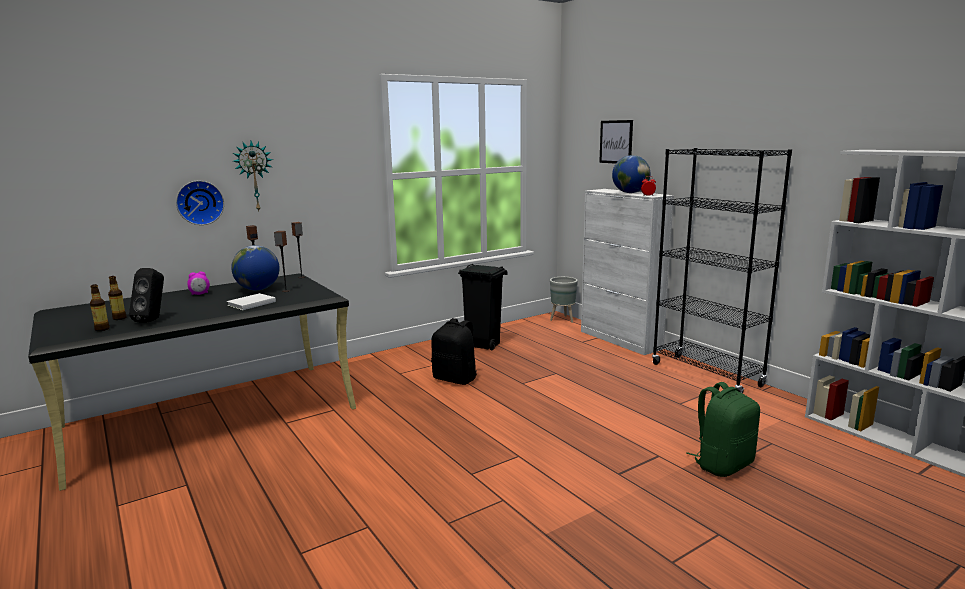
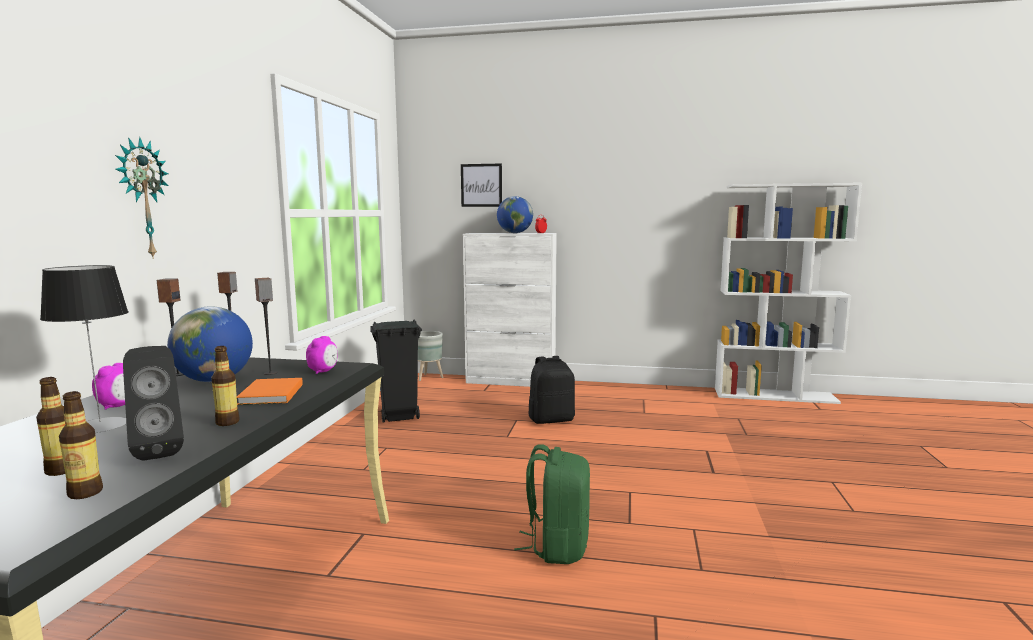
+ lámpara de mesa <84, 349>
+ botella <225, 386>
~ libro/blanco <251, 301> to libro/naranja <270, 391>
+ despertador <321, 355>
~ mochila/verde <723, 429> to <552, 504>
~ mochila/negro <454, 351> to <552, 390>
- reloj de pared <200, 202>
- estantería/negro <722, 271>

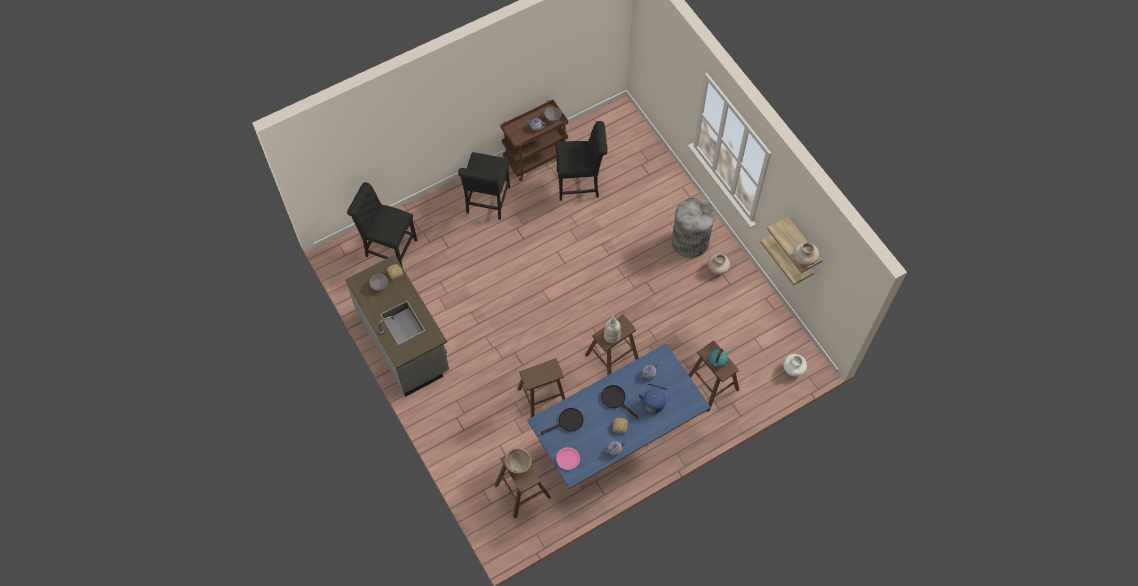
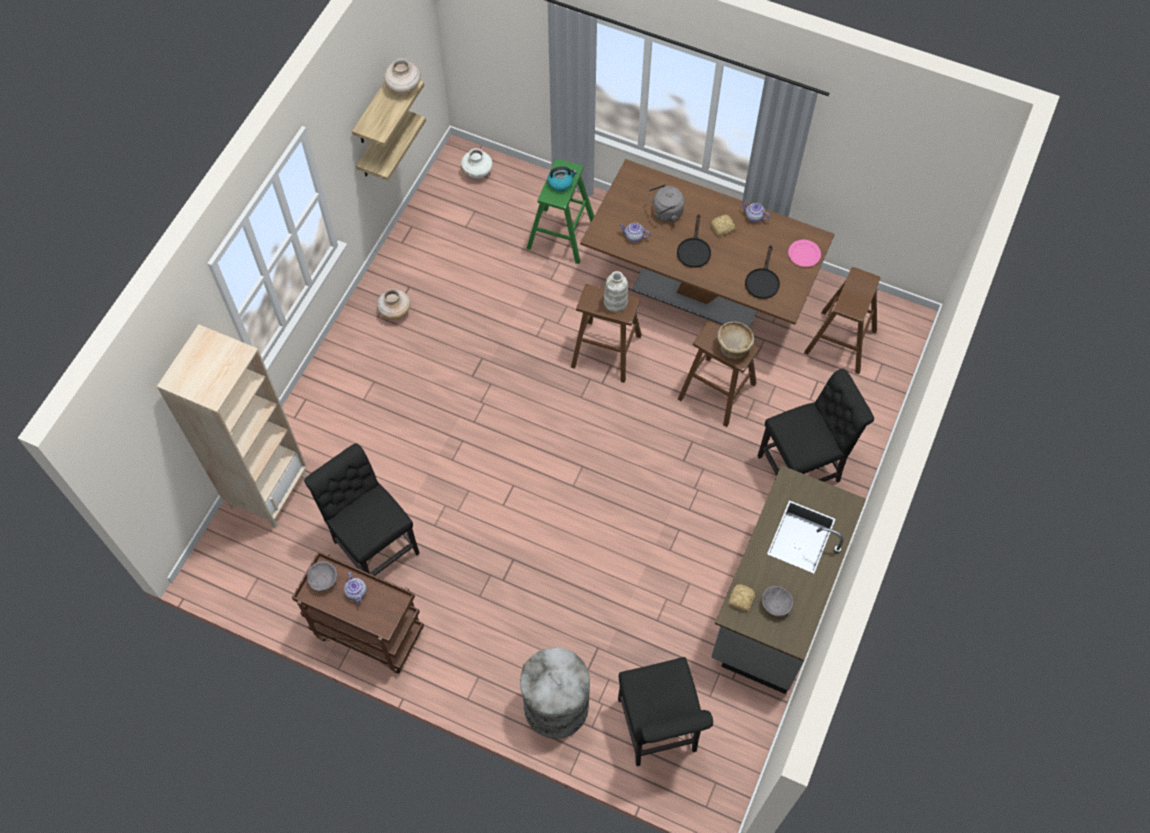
+ estantería/beis <232, 426>
~ papelera/gris <693, 228> to <555, 692>
~ taburete/marrón <714, 376> to taburete/verde <560, 211>
~ mesa de comedor/azul <619, 416> to mesa de comedor/marrón <707, 243>
~ hervidor/azul <653, 398> to hervidor/gris <667, 203>
~ cuenco/beis <518, 461> to <735, 340>
~ sartén/negro <562, 421> = <762, 272> 105 degrees counterclockwise
~ silla/negro <484, 186> to <816, 426>

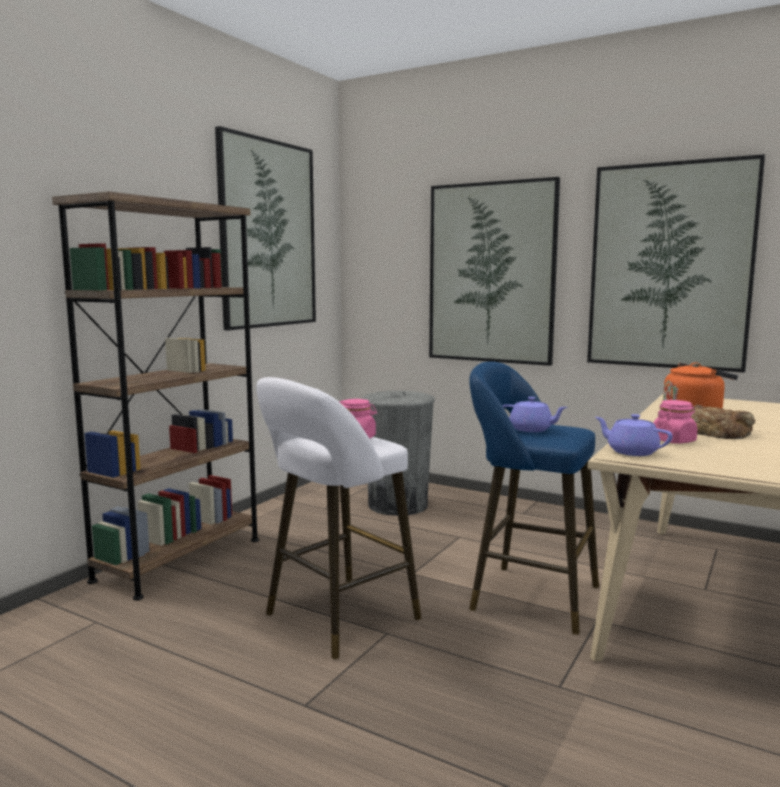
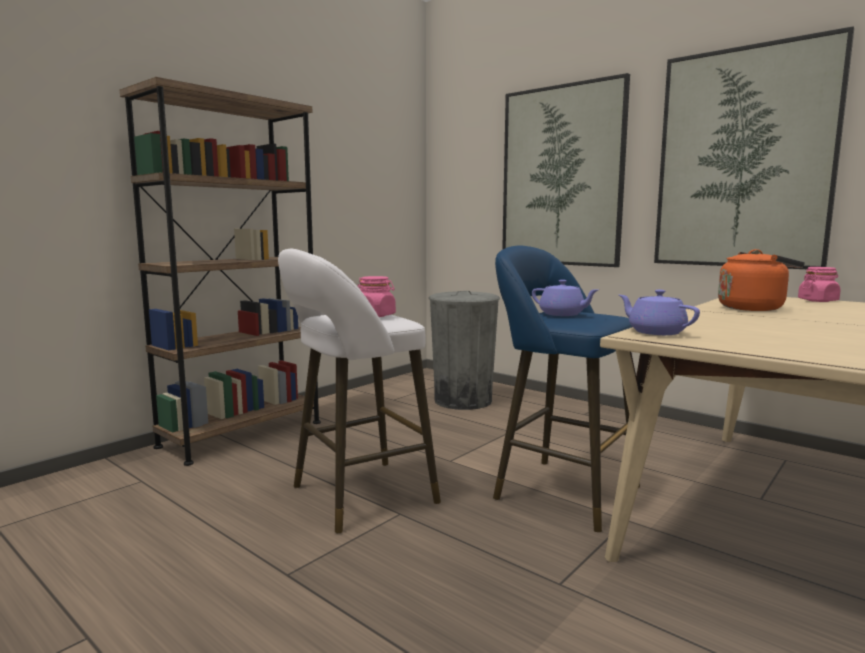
~ tarro/rosa <675, 422> to <819, 284>
- cuadro <265, 228>
- pan <723, 422>

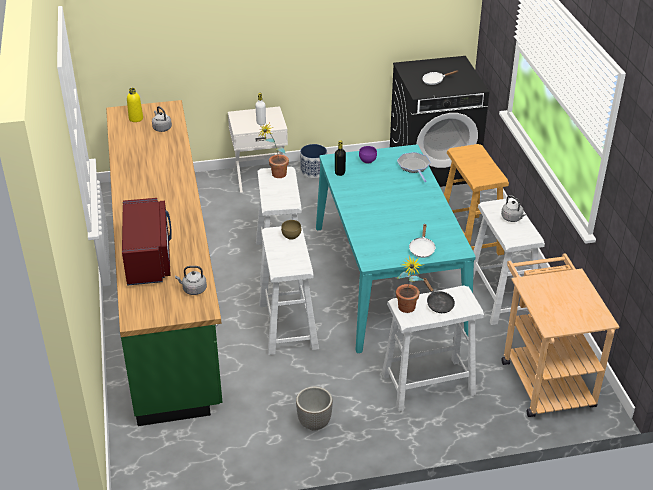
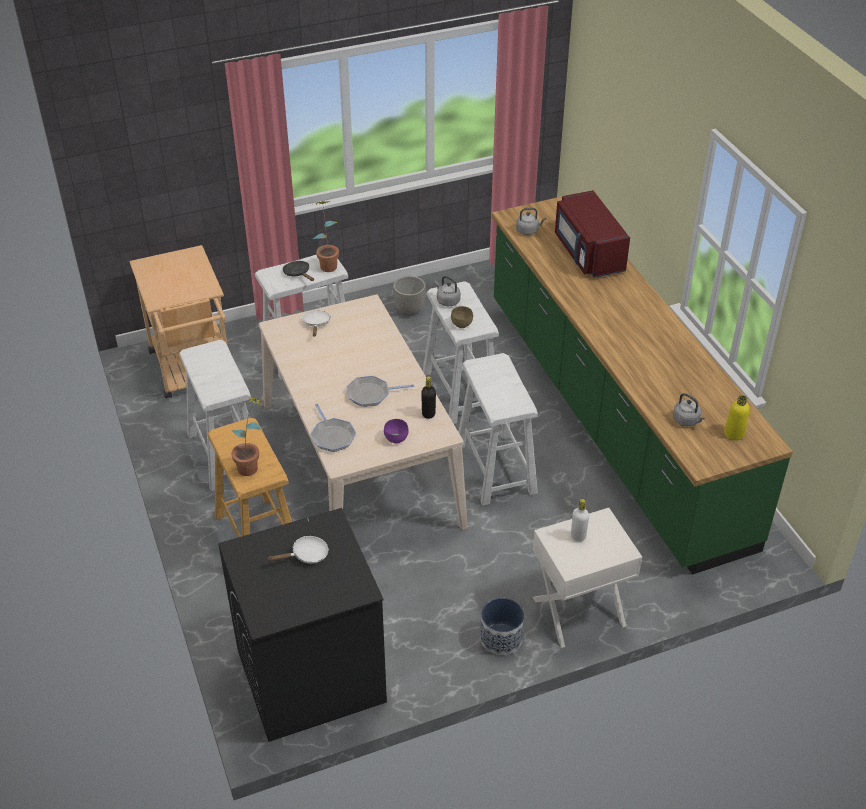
~ planta en maceta <274, 150> to <248, 436>
~ mesa de comedor/turquesa <396, 248> to mesa de comedor/beis <363, 412>
+ sartén <380, 391>
~ hervidor/gris <513, 208> to <448, 291>

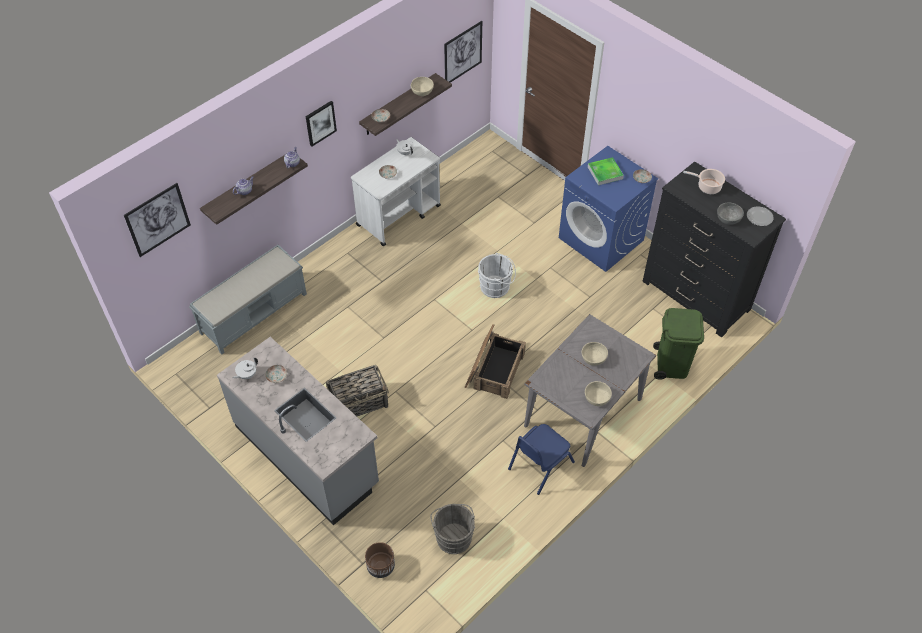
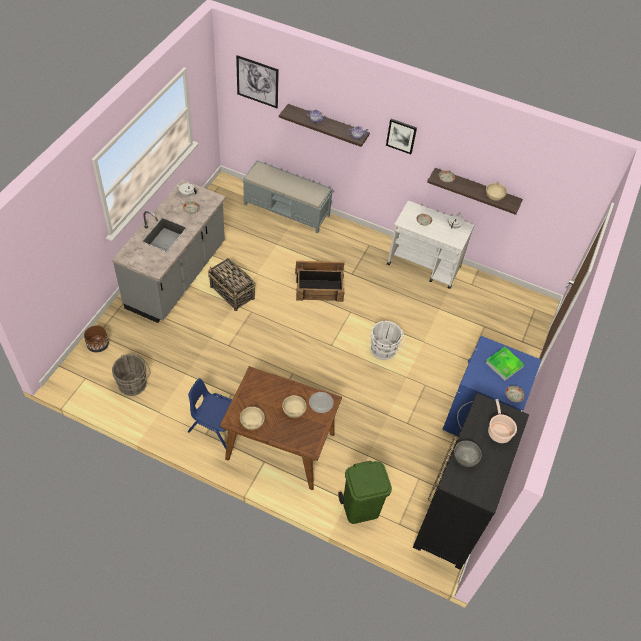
~ mesa de comedor/gris <590, 390> to mesa de comedor/marrón <281, 428>
~ caja de embalaje <495, 361> to <320, 281>
~ plato <760, 216> to <321, 402>
- cuadro <463, 52>

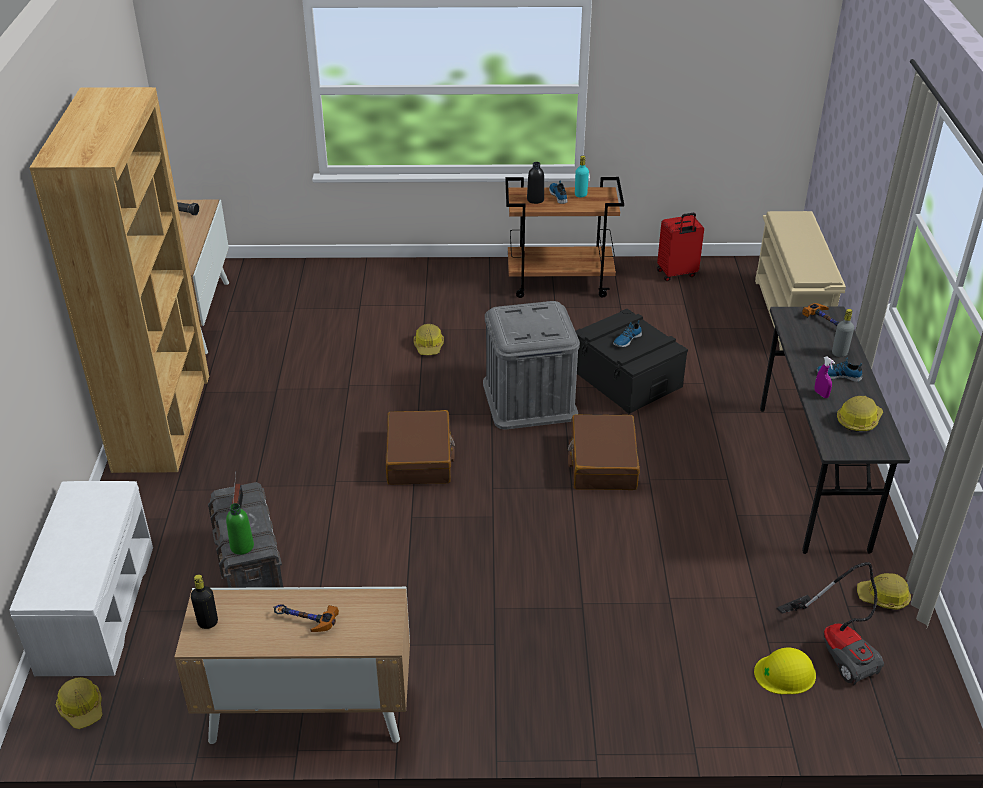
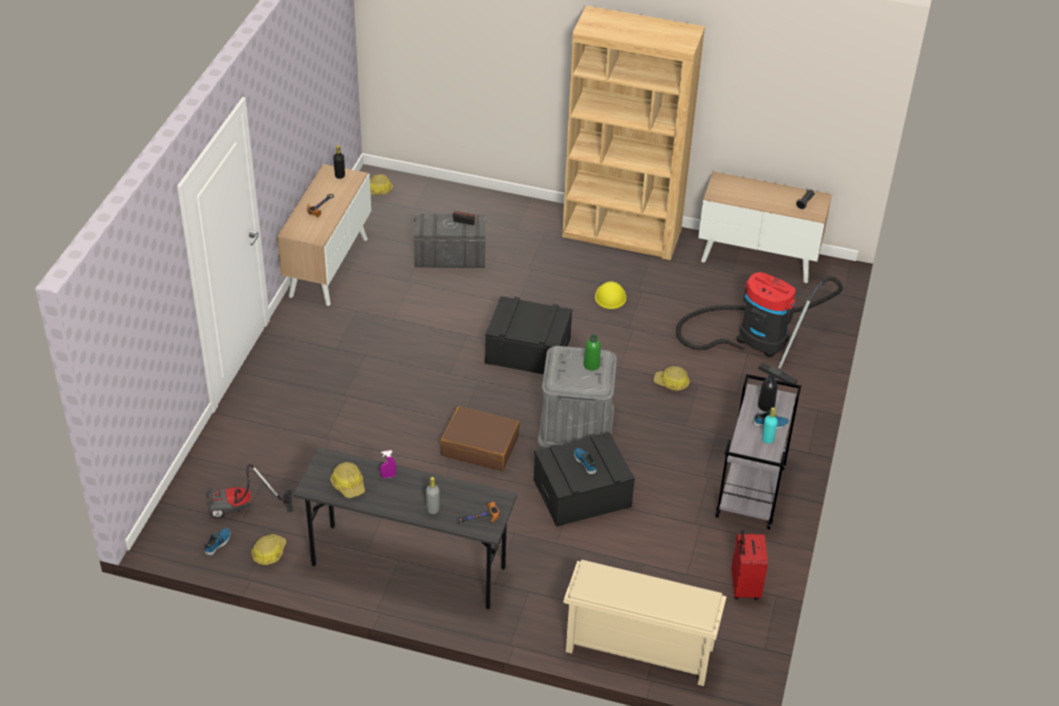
~ zapato <839, 369> to <217, 542>
~ maleta/marrón <420, 447> to caja de almacenaje/negro <529, 335>
~ botella/verde <240, 529> to <592, 352>
~ casco/amarillo <785, 670> to <610, 295>
+ aspiradora <759, 328>
~ carrito/marrón <564, 237> to carrito/gris <758, 452>
- banco/blanco <81, 578>

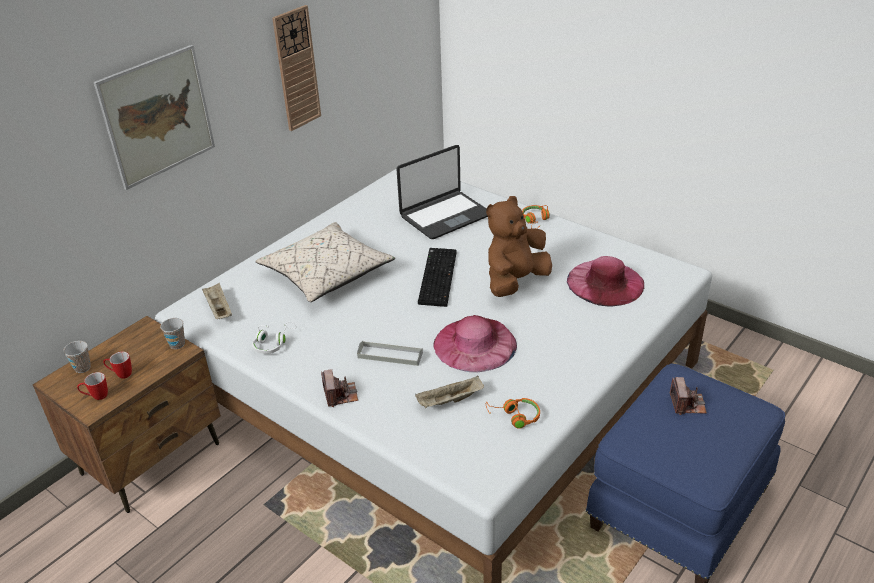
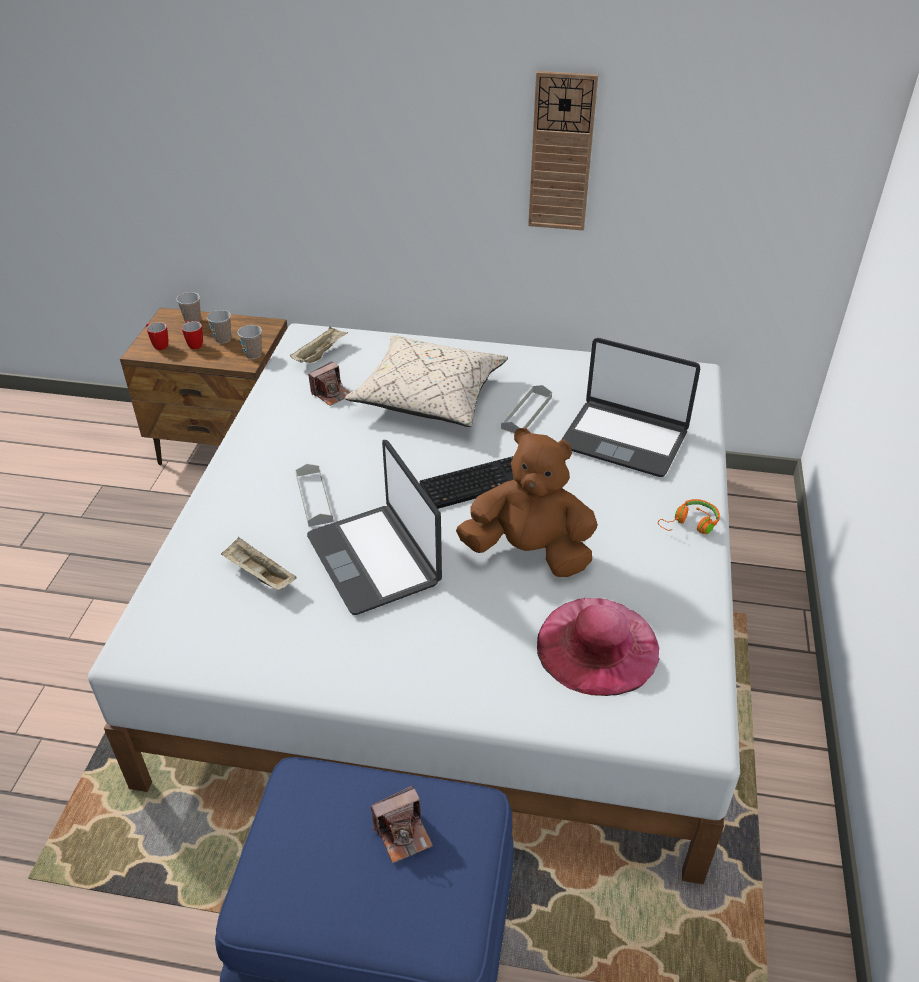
+ taza <219, 327>
~ sombrero/rosa <475, 343> to portátil <374, 527>
~ cámara <339, 388> to <329, 383>
+ bandeja/gris <526, 409>
- cuadro <154, 117>
- auriculares/blanco <274, 338>
- auriculares/naranja <513, 413>

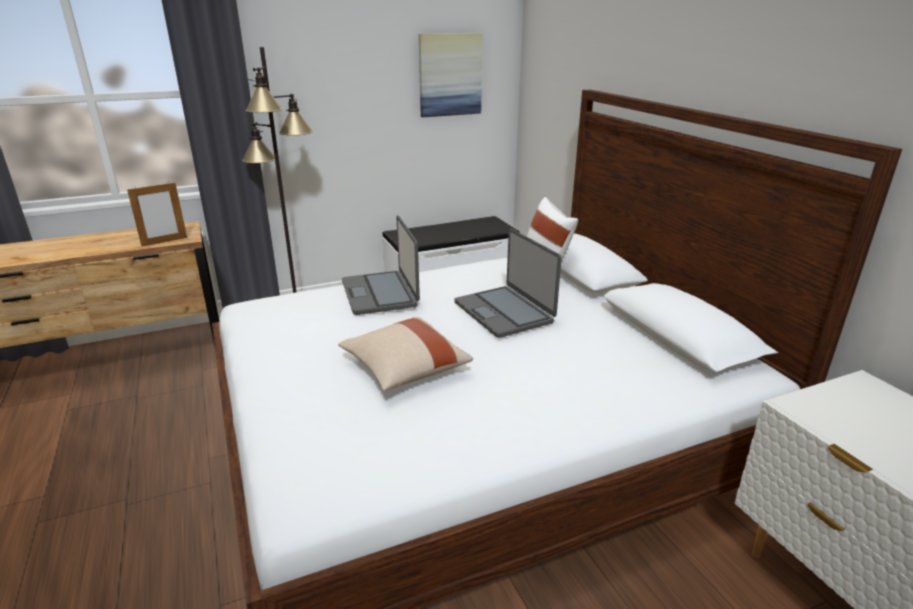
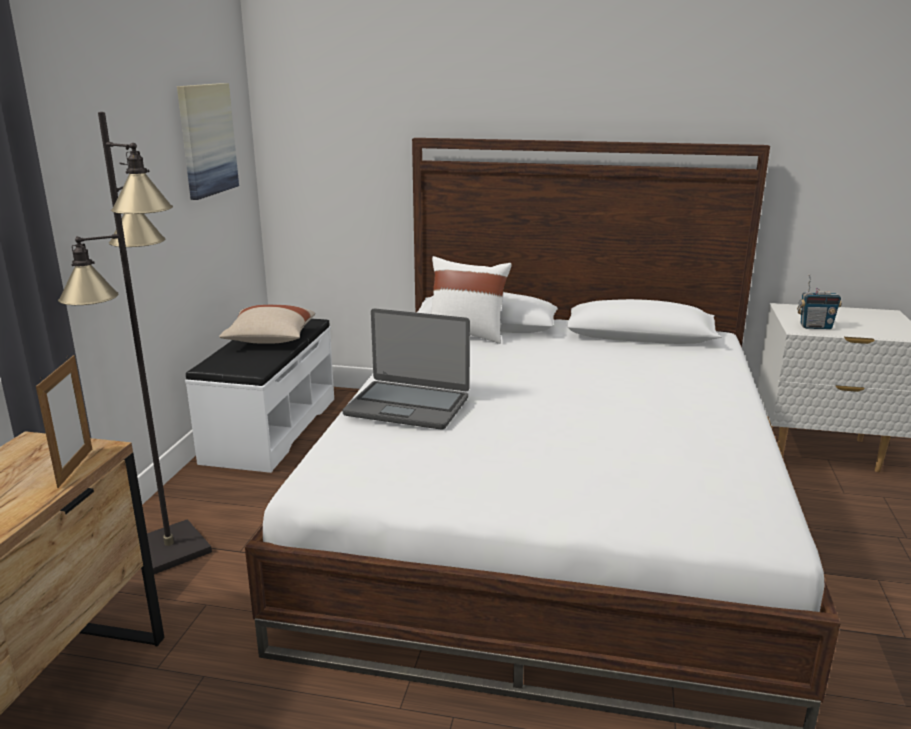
~ cojín/beis <405, 354> to <267, 324>
+ radio <819, 301>
- portátil <508, 283>

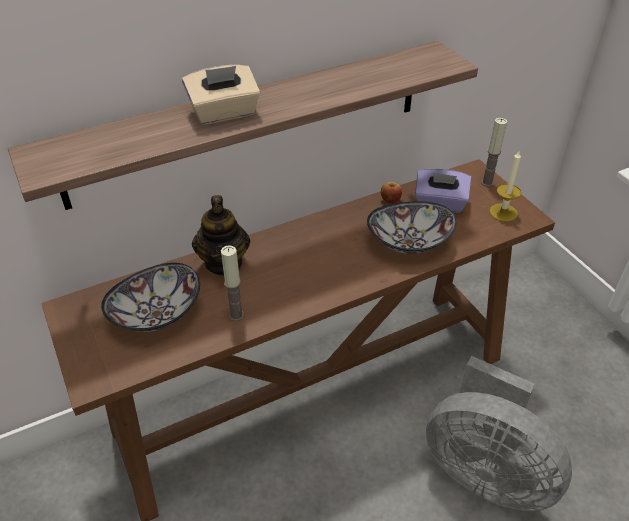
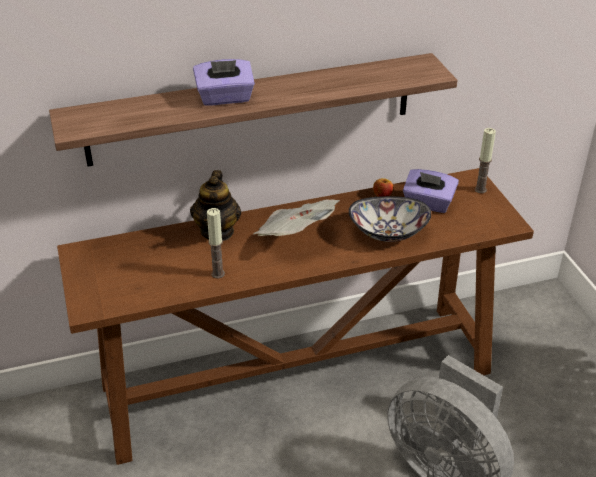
~ caja de pañuelos/beis <221, 94> to caja de pañuelos/morado <224, 82>
+ periódico <296, 217>
- cuenco <150, 297>
- vela <505, 186>

